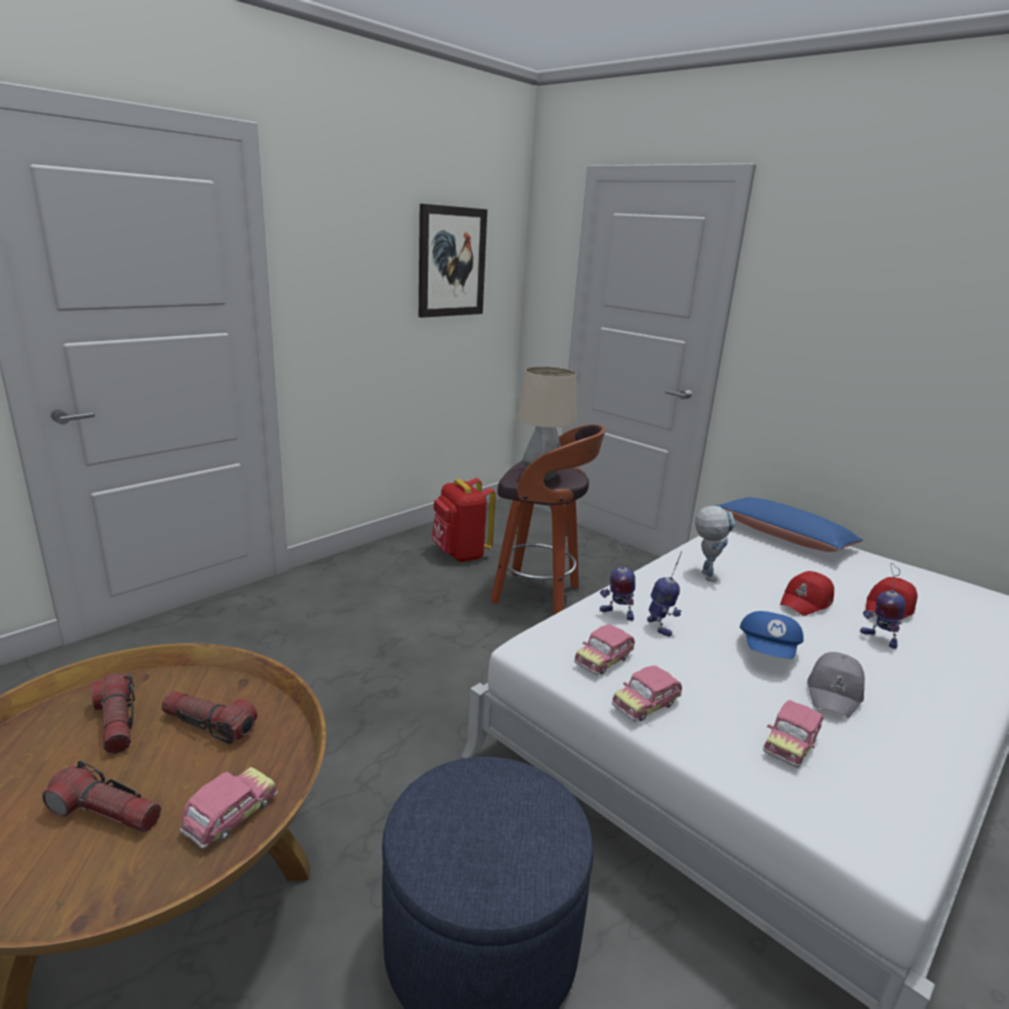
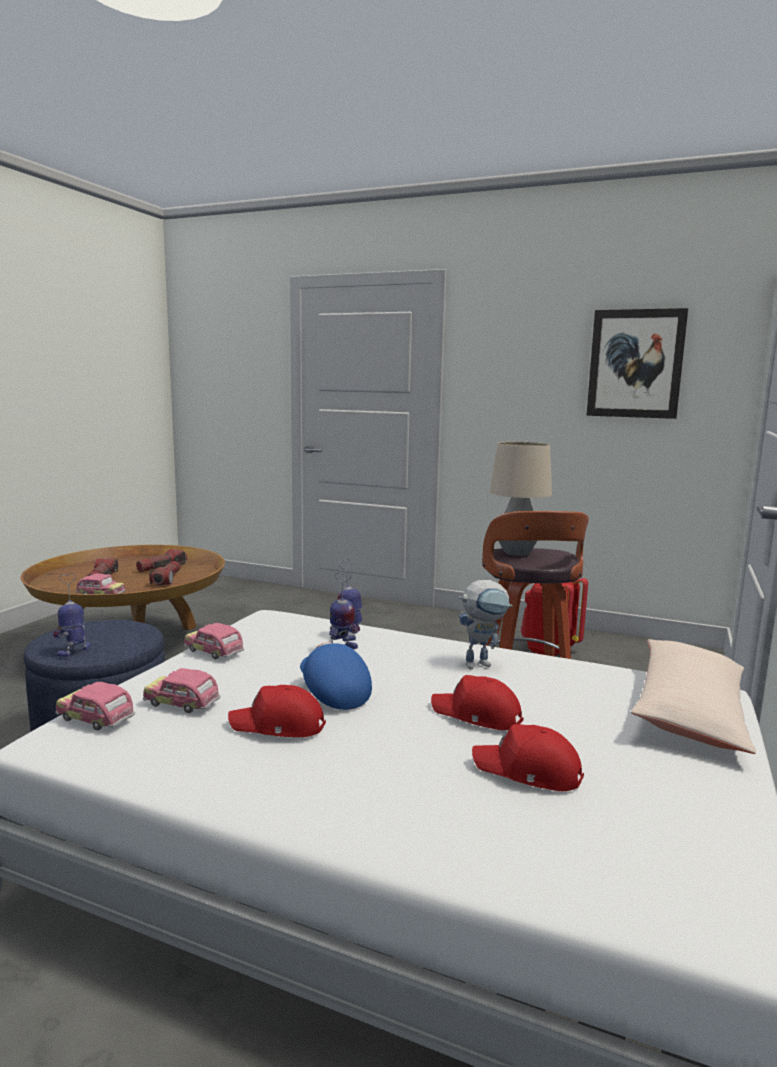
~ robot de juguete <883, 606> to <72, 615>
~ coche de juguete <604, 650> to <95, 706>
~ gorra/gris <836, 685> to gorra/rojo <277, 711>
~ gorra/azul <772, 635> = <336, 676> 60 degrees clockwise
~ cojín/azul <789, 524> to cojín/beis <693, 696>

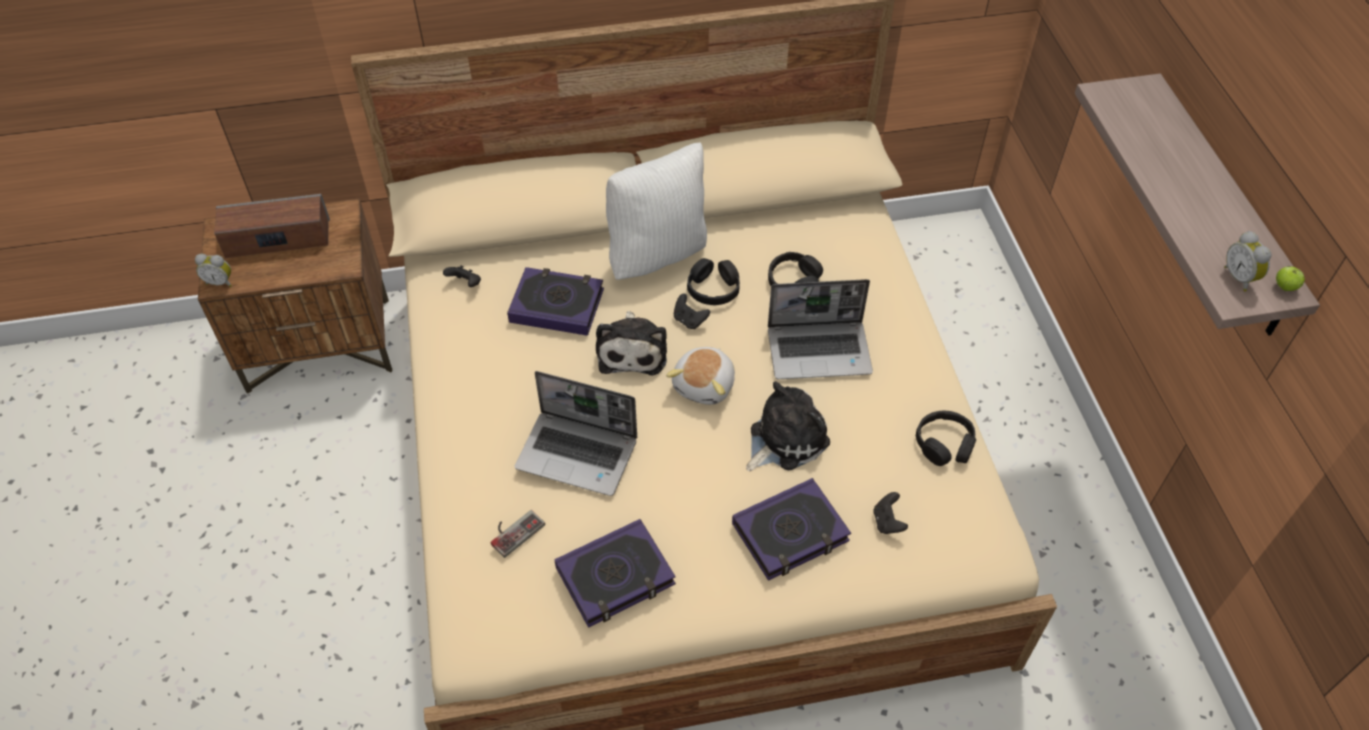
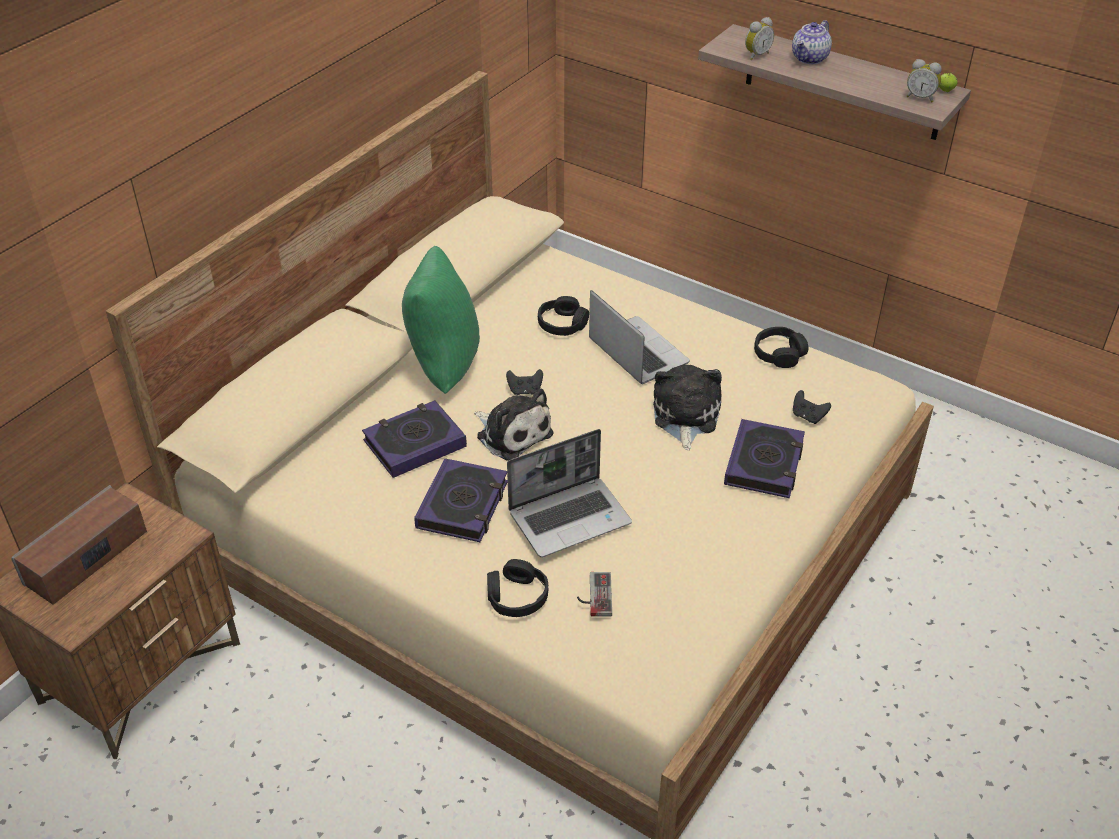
~ cojín/blanco <656, 211> to cojín/verde <441, 320>
~ libro <615, 573> to <461, 500>
~ auriculares/negro <713, 281> to <517, 588>
~ portátil <820, 329> = <639, 337> 75 degrees counterclockwise
~ despertador <213, 270> to <759, 38>
+ tetera <812, 42>
- mando de consola/negro <462, 276>
- peluche <700, 376>

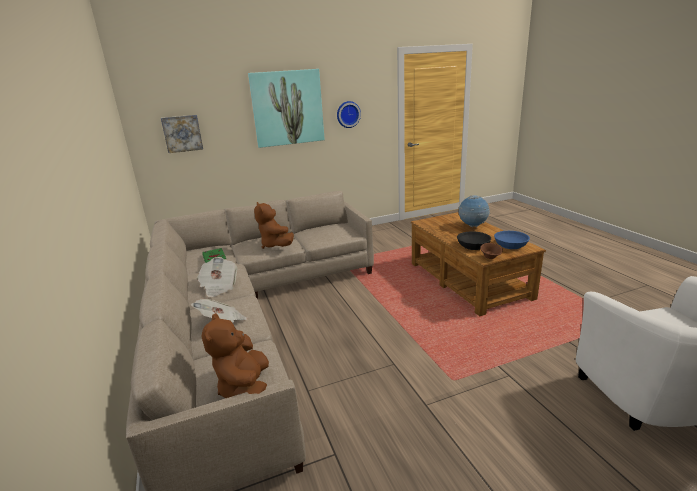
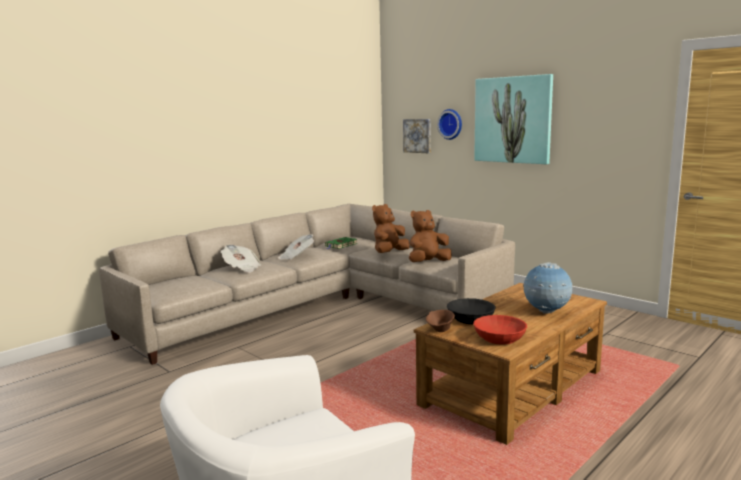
~ peluche/marrón <235, 355> to <430, 236>
~ reloj de pared <349, 114> to <449, 124>
~ cuenco/azul <512, 240> to cuenco/rojo <500, 330>

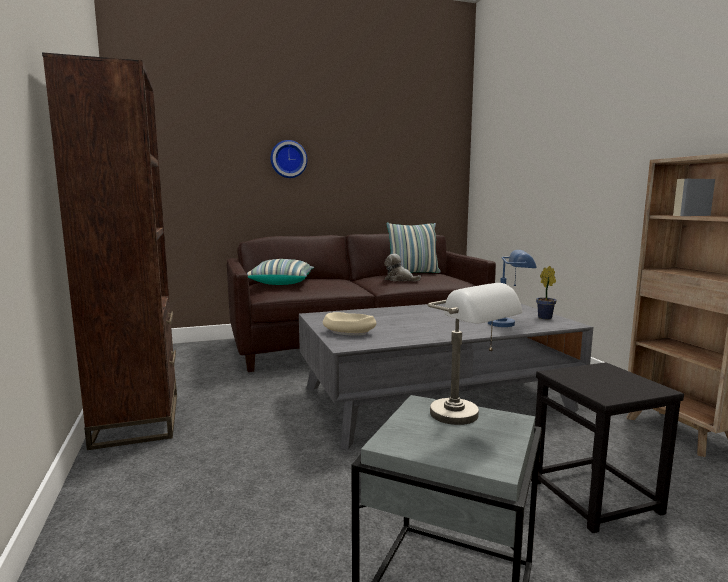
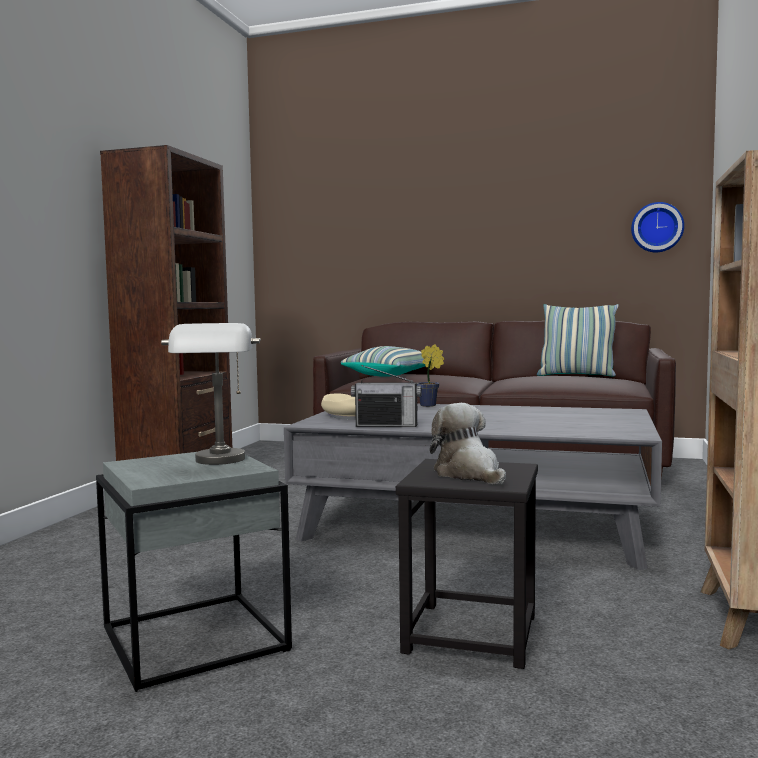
+ radio <386, 396>
~ planta en maceta <546, 292> to <430, 375>
~ peluche <402, 267> to <468, 443>
~ reloj de pared <289, 159> to <657, 227>
- lámpara de mesa/azul <512, 288>

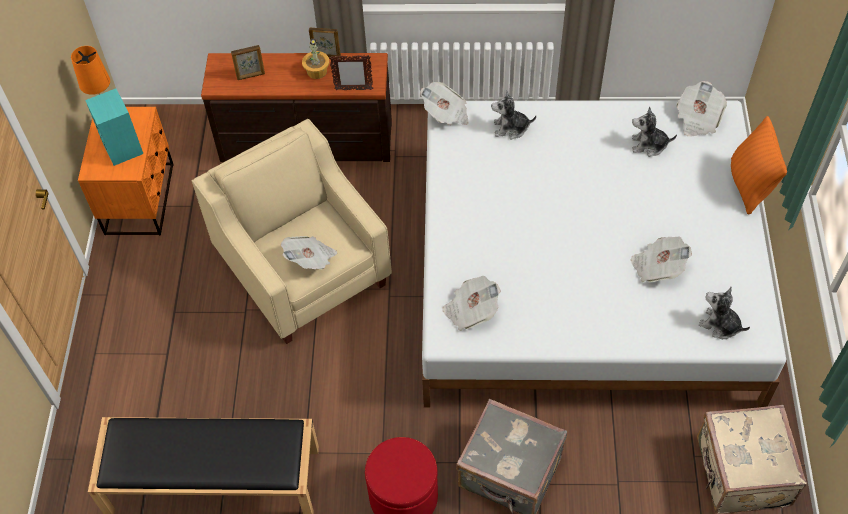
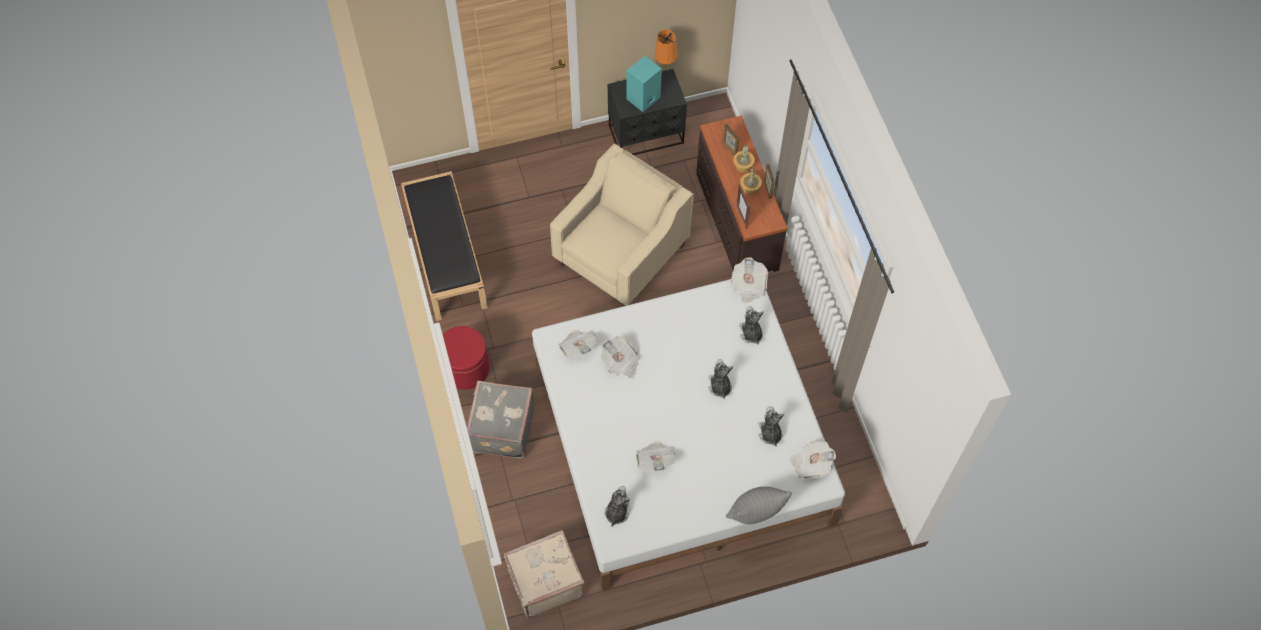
~ periódico <309, 253> to <620, 357>
~ mesita de noche/naranja <125, 171> to mesita de noche/negro <647, 112>
+ peluche <720, 379>
~ cojín/naranja <759, 165> to cojín/gris <759, 505>
+ planta en maceta <744, 159>

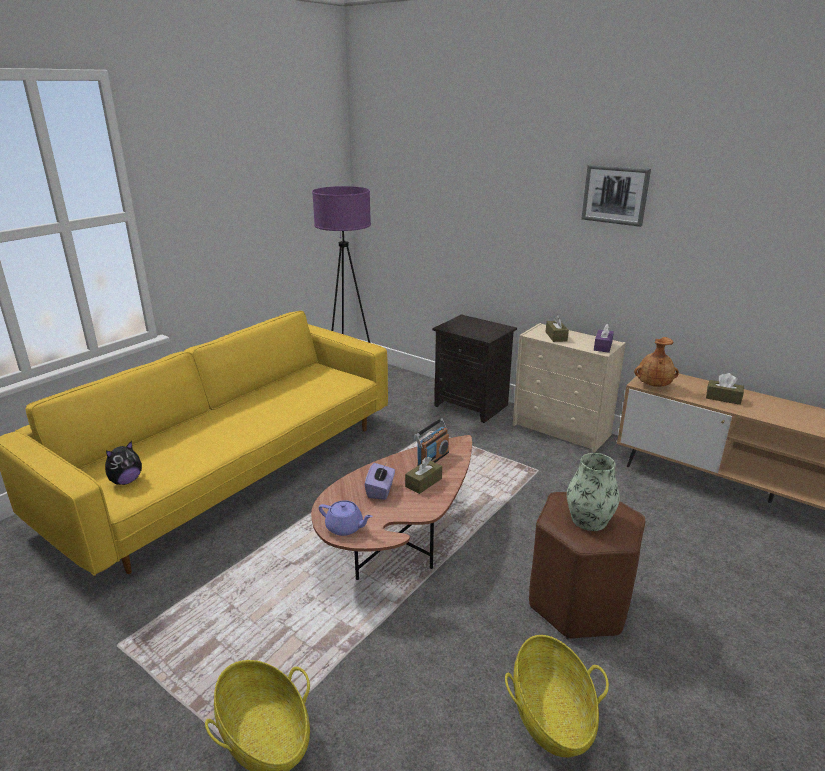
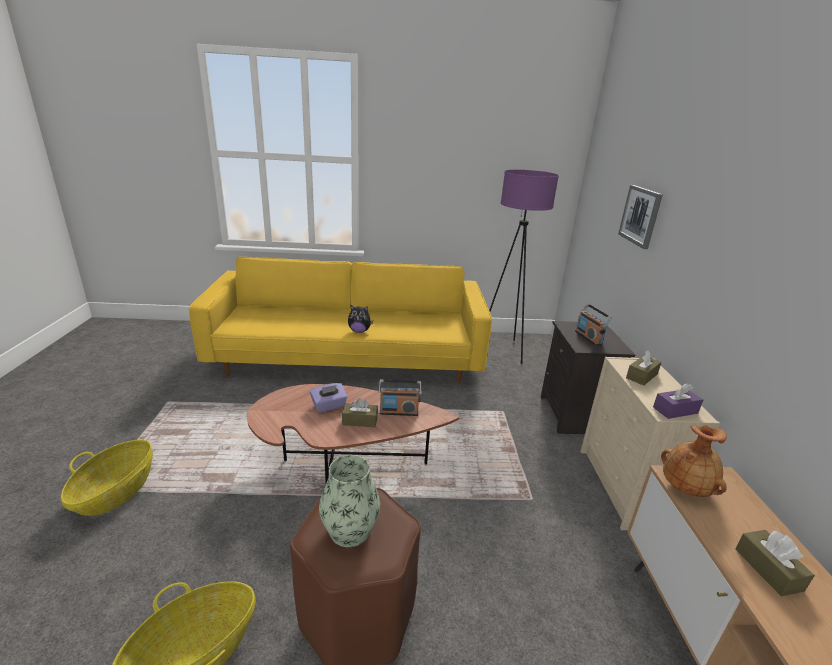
~ peluche <123, 463> to <361, 319>
+ radio <593, 324>
~ cuadro <616, 195> to <640, 217>
- tetera/morado <346, 518>

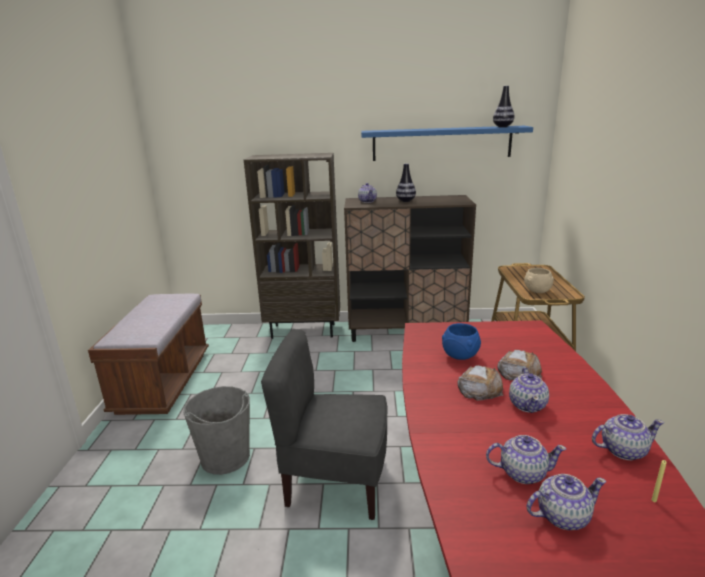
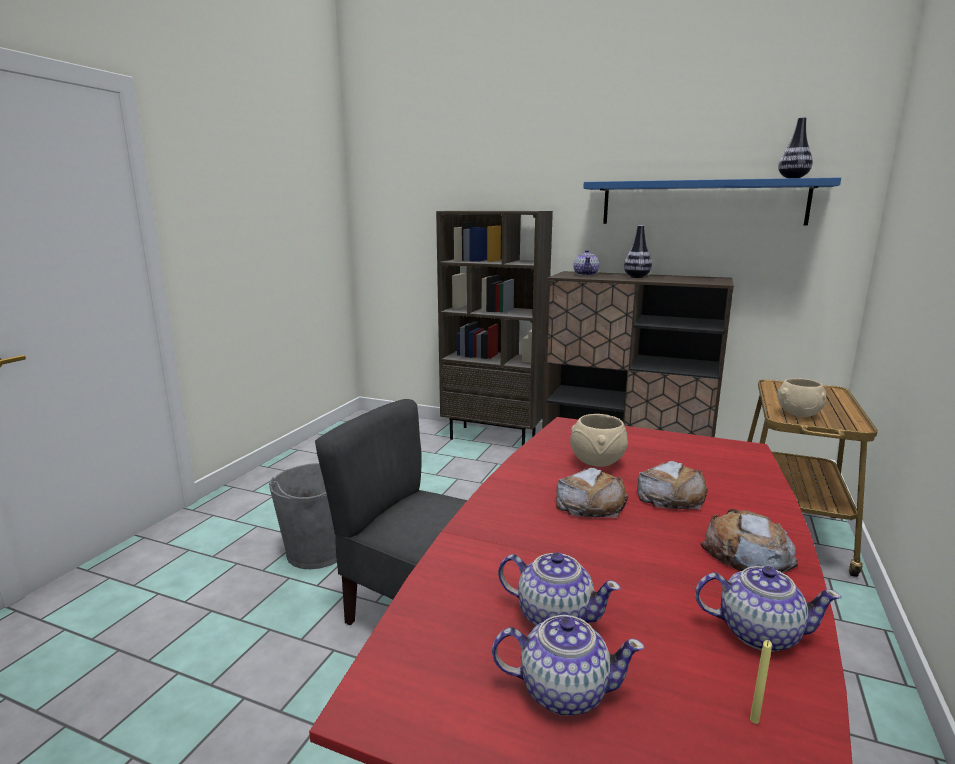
~ cuenco/azul <461, 341> to cuenco/beis <599, 440>
+ pan <749, 541>
- banco/marrón <148, 354>
- tetera <529, 390>

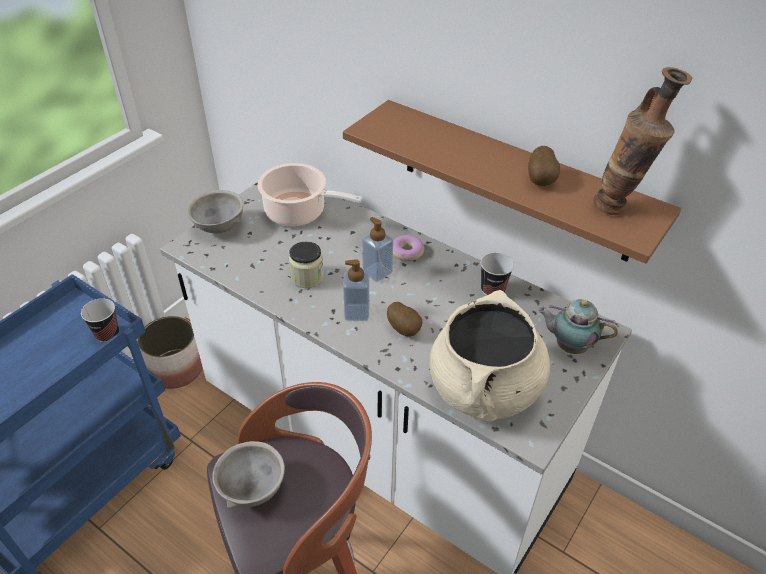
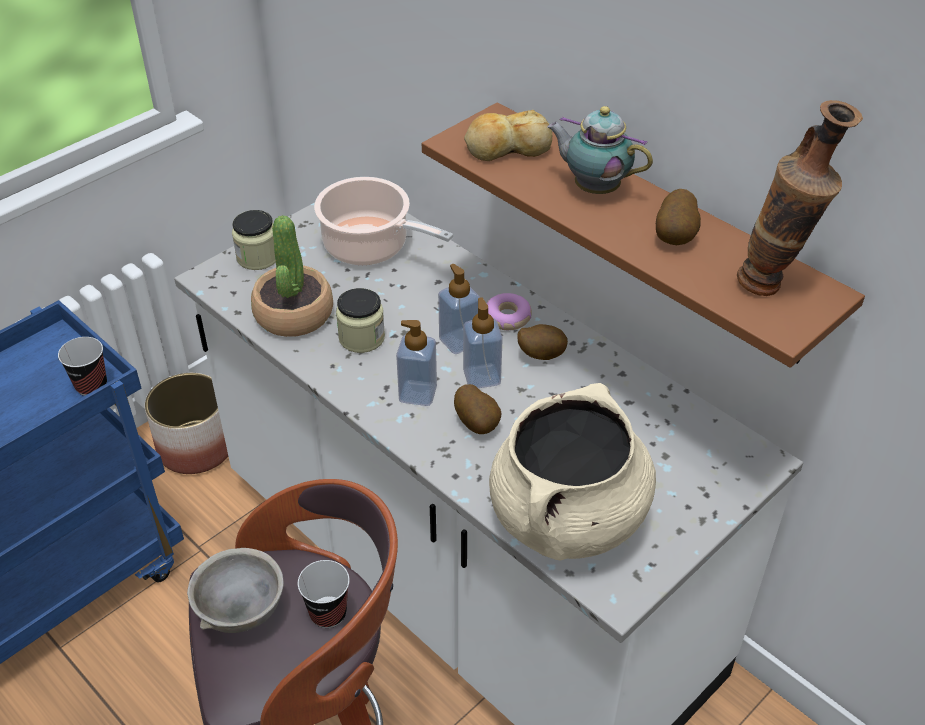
~ cuenco/gris <215, 211> to tarro <254, 240>
+ planta en maceta <292, 276>
~ taza <497, 274> to <324, 594>
+ dispensador de jabón <483, 342>
+ pan <508, 135>
+ patata <542, 342>
~ tetera <578, 326> to <600, 150>

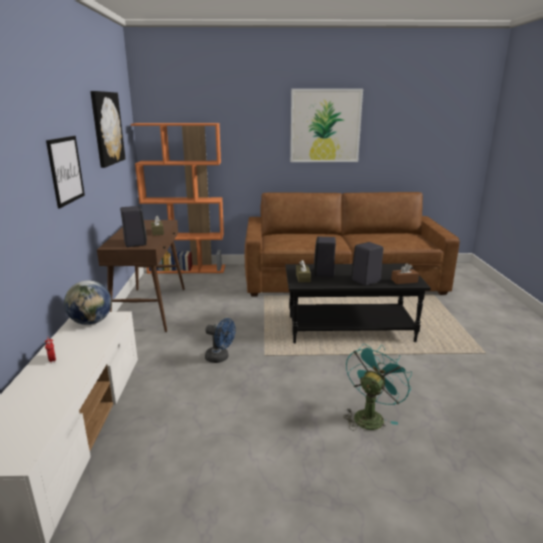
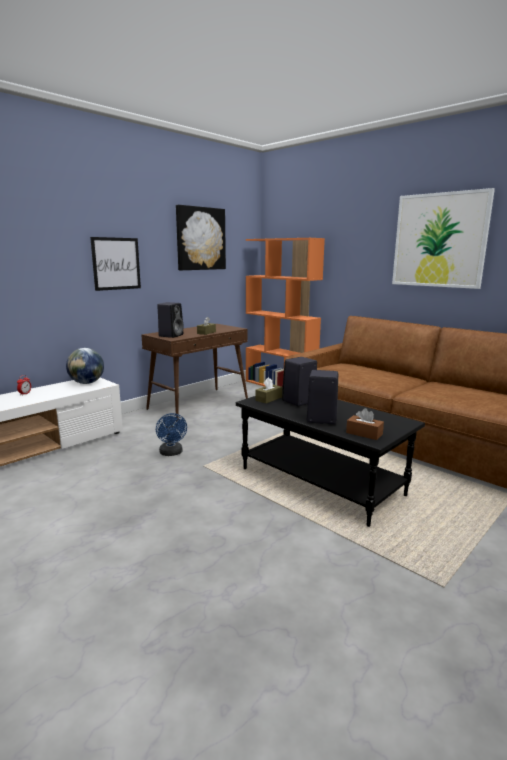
- ventilador/turquesa <377, 387>

